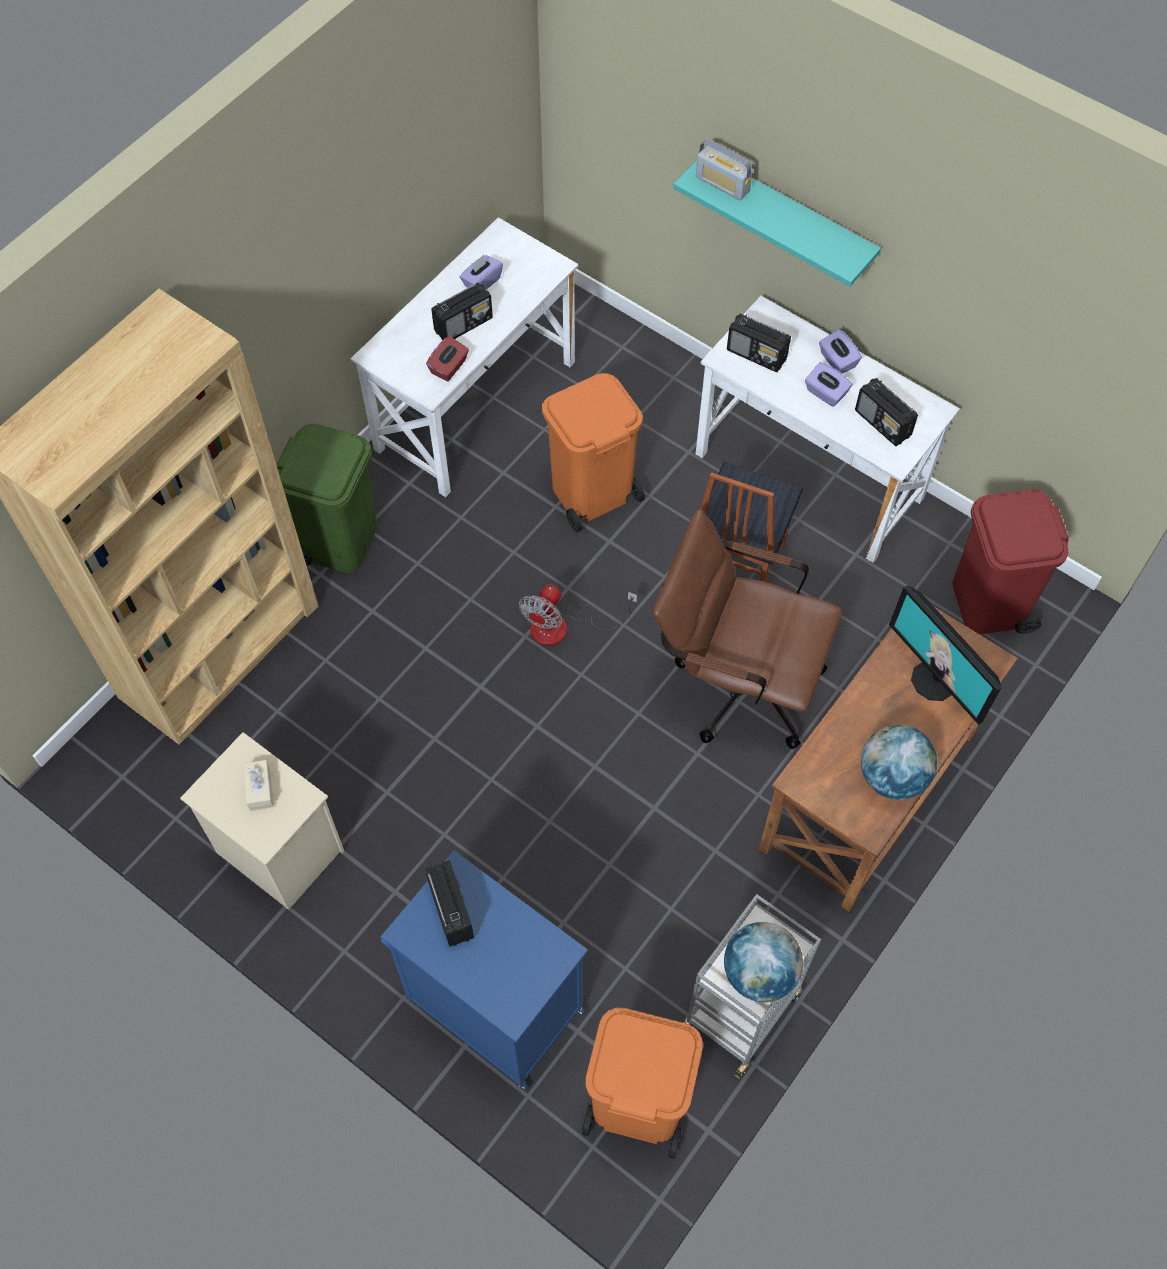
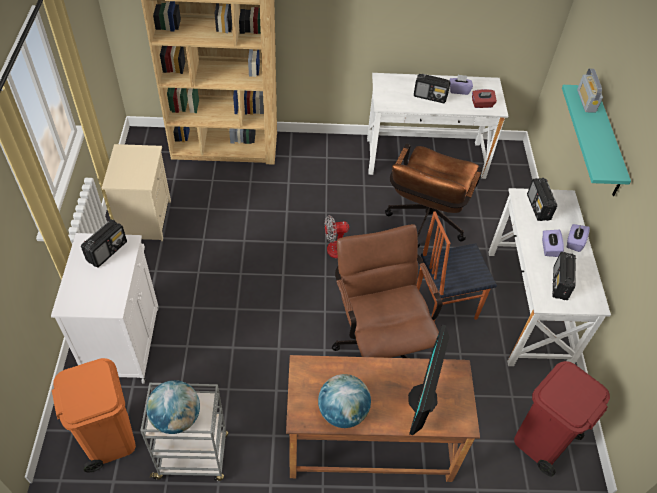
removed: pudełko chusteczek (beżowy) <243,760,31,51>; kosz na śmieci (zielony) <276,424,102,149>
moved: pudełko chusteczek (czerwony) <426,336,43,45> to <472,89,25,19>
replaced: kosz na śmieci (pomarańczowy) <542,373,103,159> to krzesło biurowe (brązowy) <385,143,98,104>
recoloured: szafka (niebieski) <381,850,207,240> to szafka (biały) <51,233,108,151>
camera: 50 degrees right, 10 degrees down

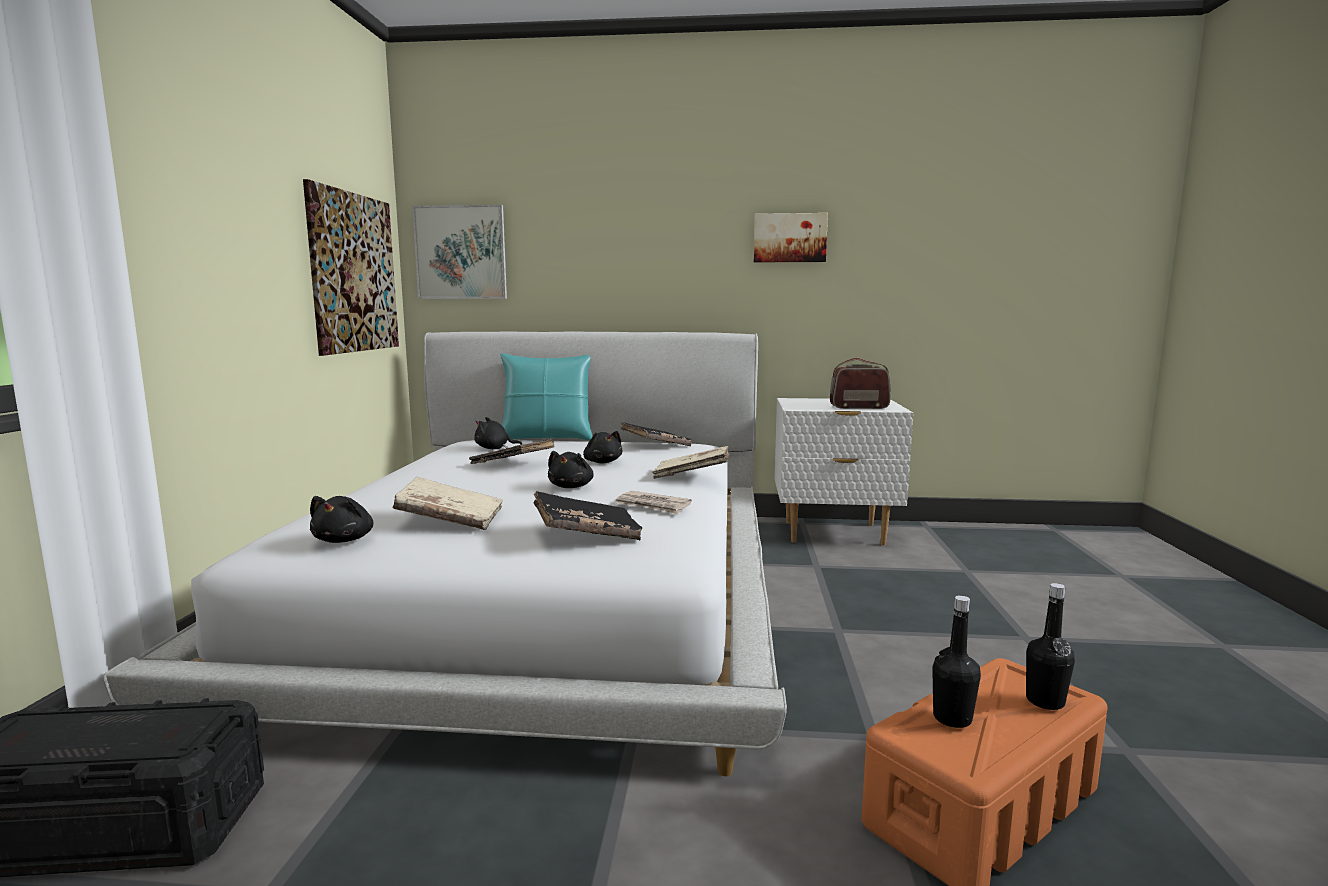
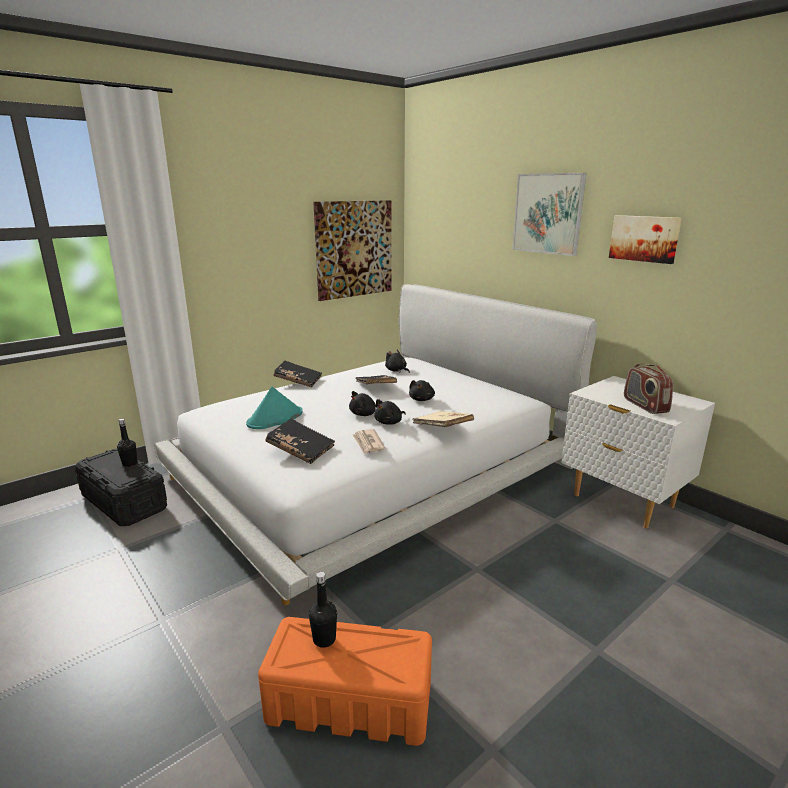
removed: poduszka (turkusowy) <500,353,92,88>
moved: butelka (czarny) <1026,583,49,127> to <117,419,20,48>; książka (czarny) <621,422,70,25> to <273,361,49,27>; pluszak (czarny) <310,496,63,47> to <374,399,32,26>; obraz <412,205,95,94> to <512,173,74,83>
replaced: książka (beżowy) <393,477,110,53> to kapelusz (turkusowy) <246,387,57,42>
turned: radio <830,357,60,52> = <624,364,49,50> 150 degrees counterclockwise
camera: 45 degrees right, 10 degrees up

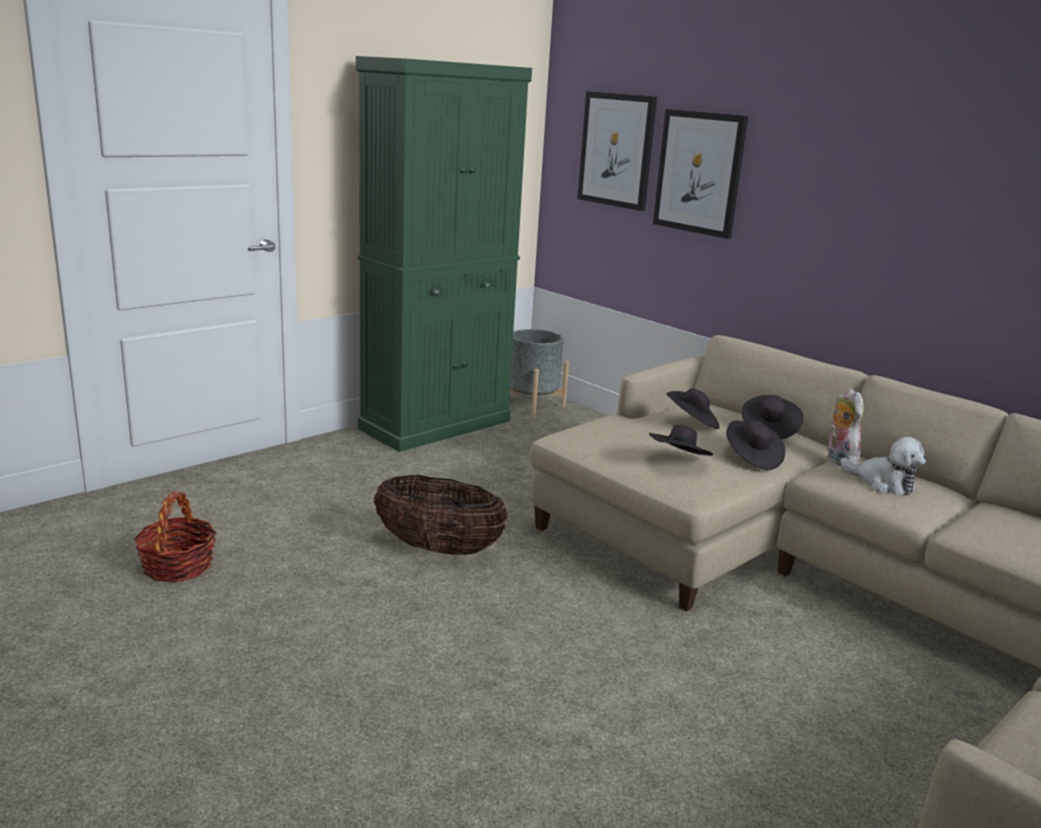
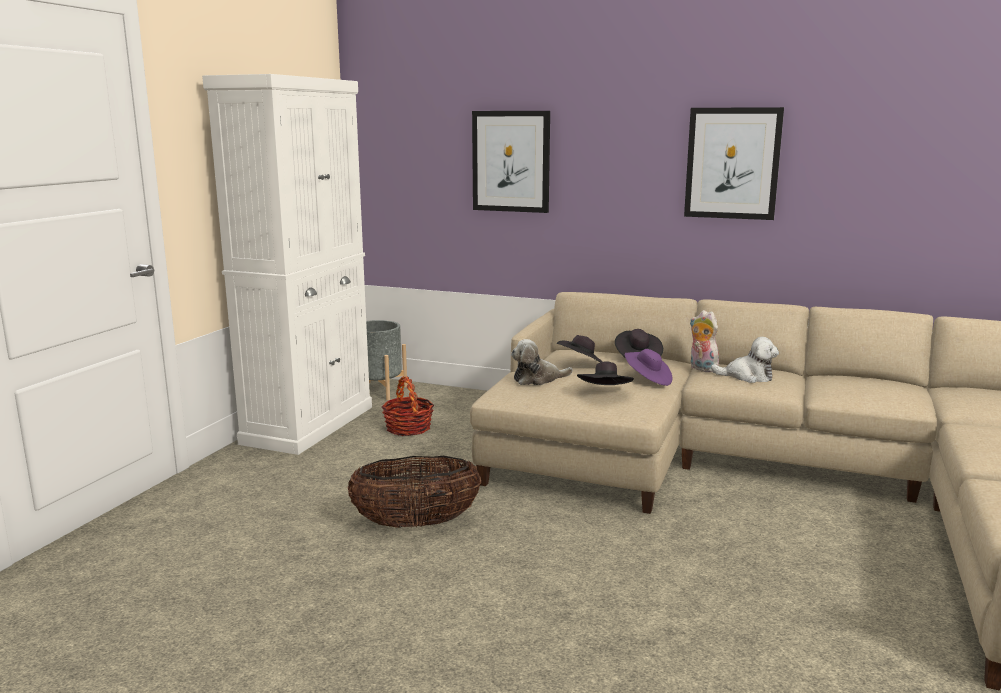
added: pluszak <511,339,62,46>
moved: koszyk <134,492,83,90> to <382,376,52,60>; obraz <577,91,80,120> to <684,107,100,113>
recoloured: szafka (zielony) <356,56,176,396> to szafka (biały) <202,74,170,381>; kapelusz (czarny) <726,420,59,50> to kapelusz (fioletowy) <624,349,48,37>
camera: 25 degrees left, 5 degrees down

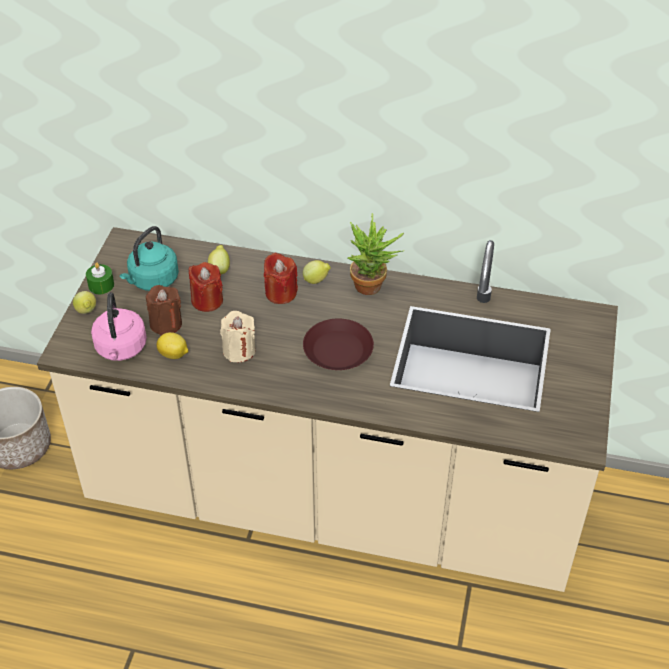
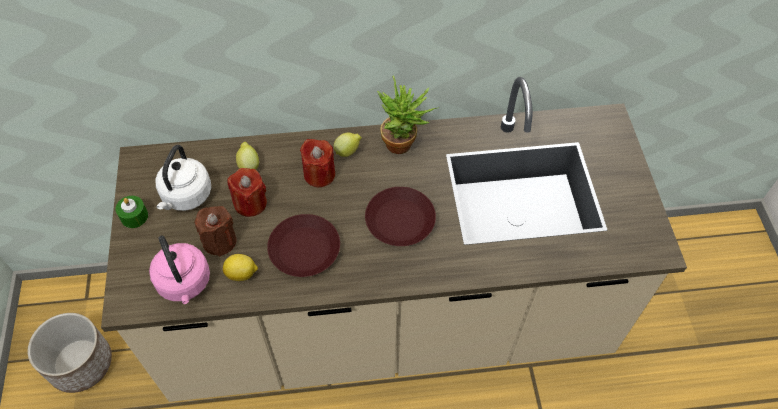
removed: cytryna <73,291,23,23>
replaced: świeca (beżowy) <220,311,36,51> to talerz (brązowy) <267,214,73,63>
recoloured: czajnik (turkusowy) <120,226,59,65> to czajnik (biały) <155,145,56,66>
camera: 20 degrees left, 10 degrees up

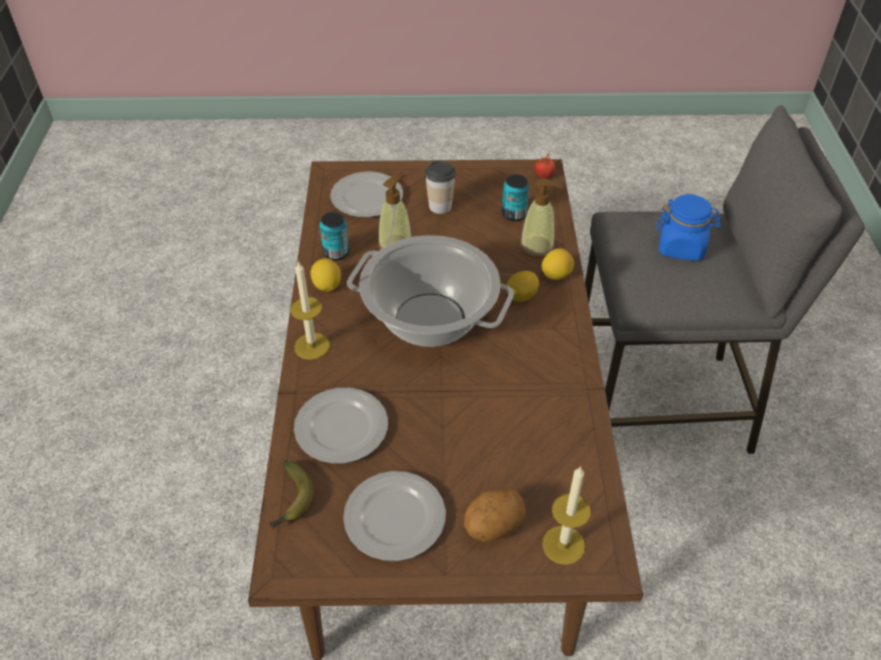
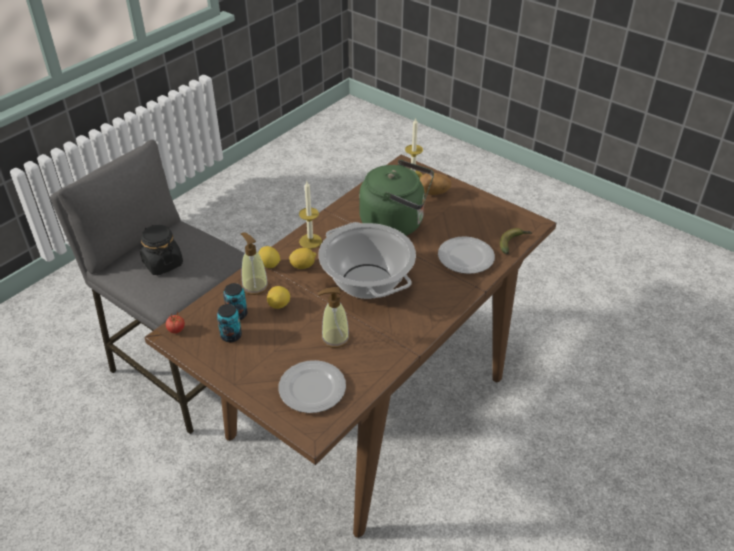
removed: talerz <343,471,103,90>; filiżanka <425,161,31,53>
added: czajnik (zielony) <359,160,75,76>
moved: puszka <319,212,30,49> to <217,304,25,38>; cytryna <310,258,31,34> to <267,286,23,23>; świeca <290,261,40,99> to <299,181,23,68>
recoloured: słoik (niebieski) <656,194,65,67> to słoik (czarny) <140,225,43,50>
camera: 140 degrees left, 5 degrees down

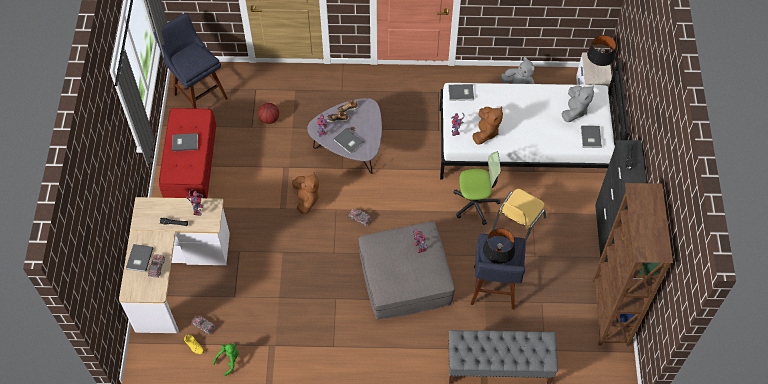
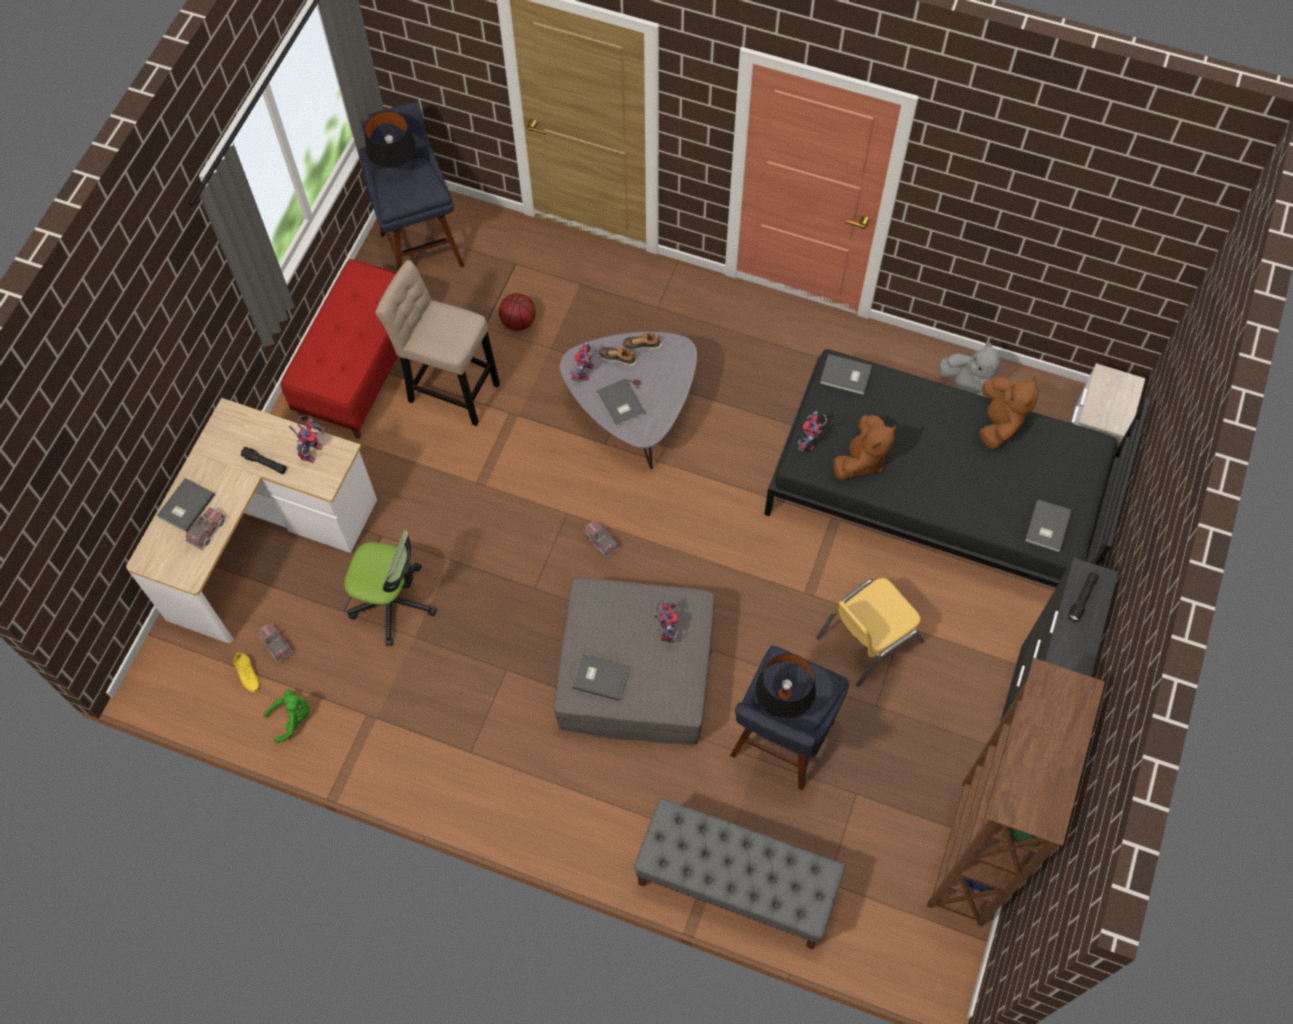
removed: pluszak (szary) <562,85,32,37>
added: stołek (beżowy) <375,260,125,166>
moved: krzesło biurowe <453,151,48,74> to <344,530,93,116>; lampa stołowa (czarny) <587,35,29,31> to <365,111,51,58>; książka (szary) <172,133,26,18> to <572,654,57,47>; pluszak (brązowy) <292,172,27,43> to <979,377,60,72>
recoloured: łóżko (biały) <440,58,189,121> to łóżko (czarny) <764,349,387,239>
camera: 20 degrees right, 5 degrees up

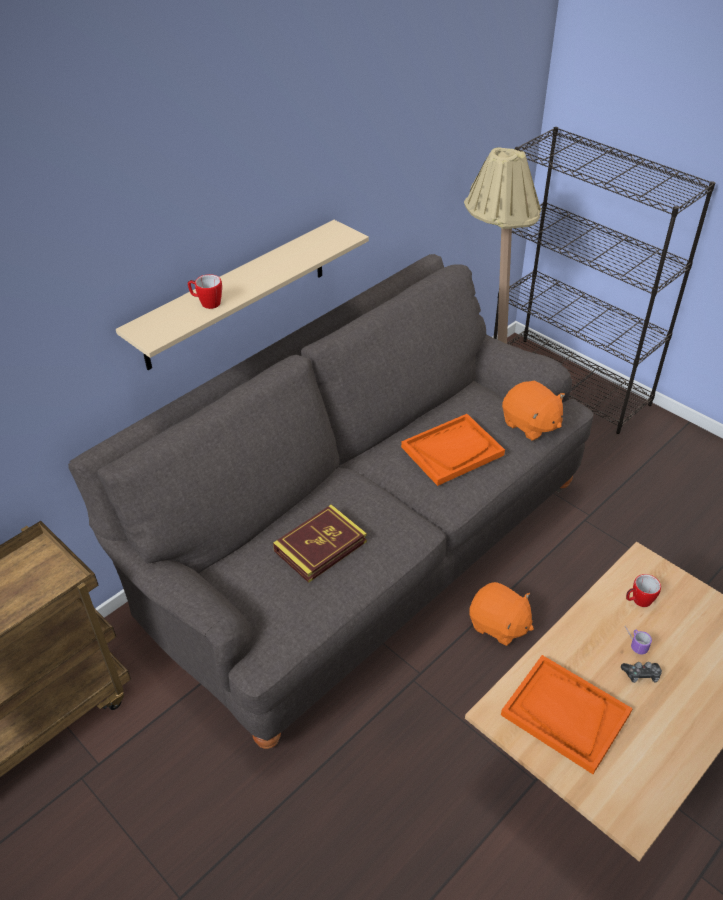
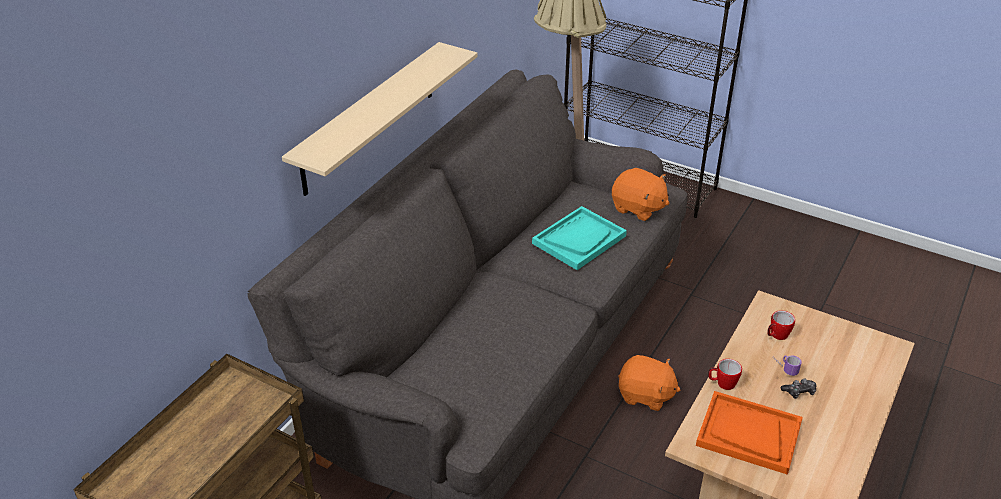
removed: książka <273,505,94,78>
moved: kubek <188,274,34,35> to <708,359,34,31>
recoloured: taca (pomarańczowy) <401,414,104,72> to taca (turkusowy) <532,206,95,64>
camera: 15 degrees left, 5 degrees down

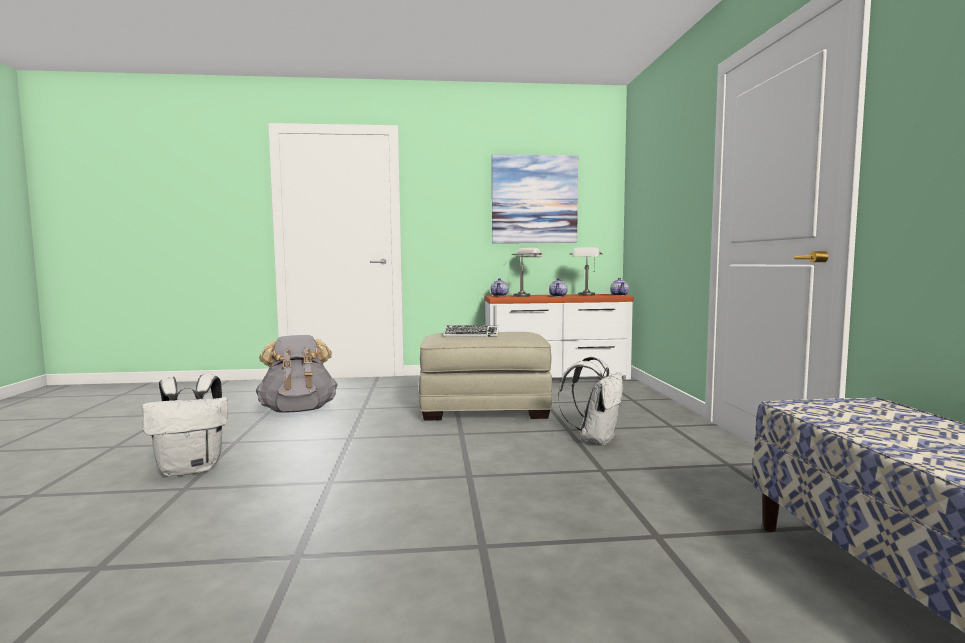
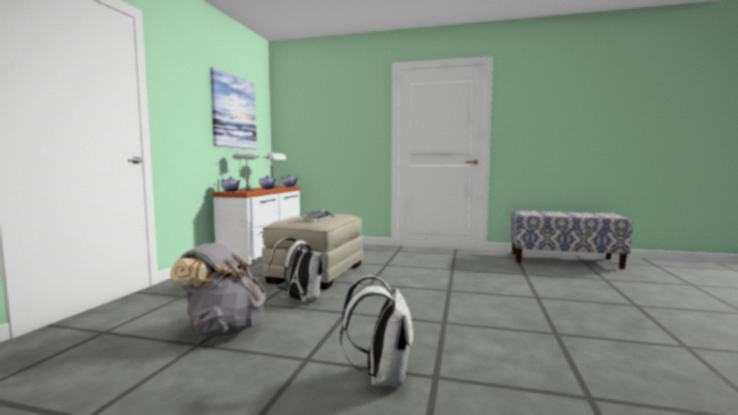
moved: plecak (biały) <558,357,65,88> to <269,238,56,64>
camera: 70 degrees left, 0 degrees up

